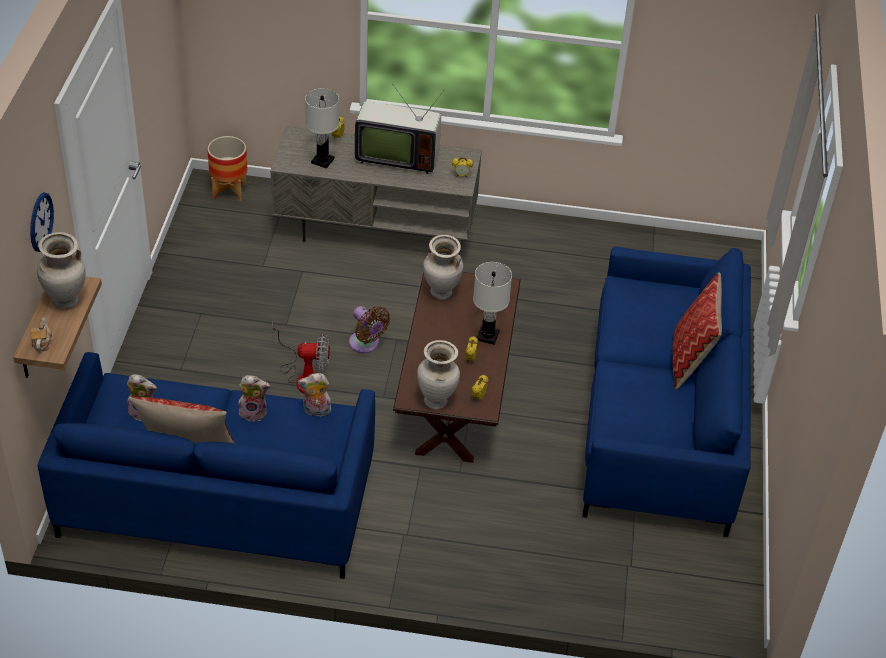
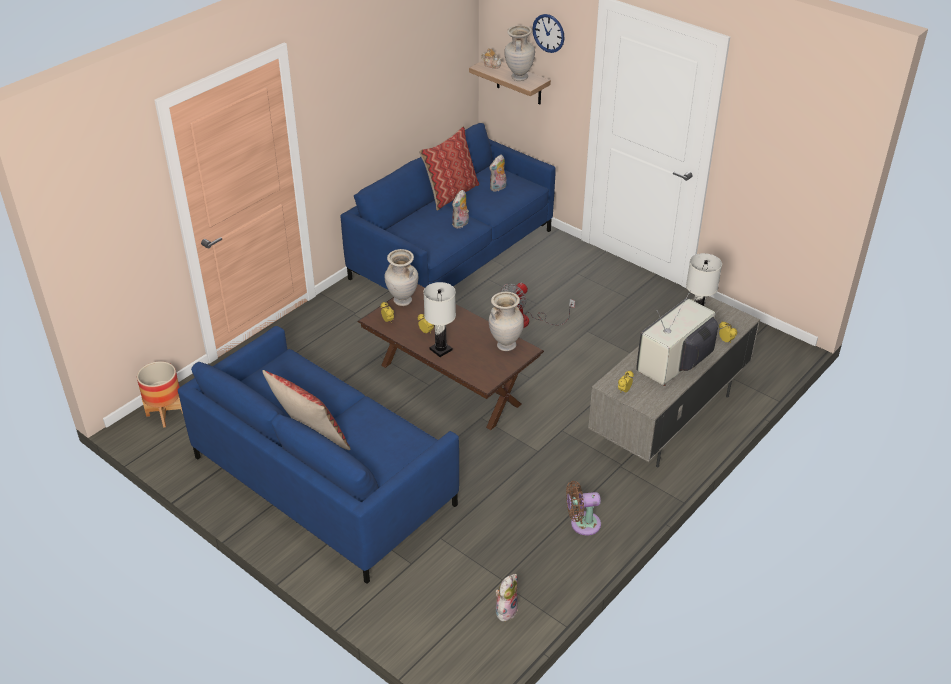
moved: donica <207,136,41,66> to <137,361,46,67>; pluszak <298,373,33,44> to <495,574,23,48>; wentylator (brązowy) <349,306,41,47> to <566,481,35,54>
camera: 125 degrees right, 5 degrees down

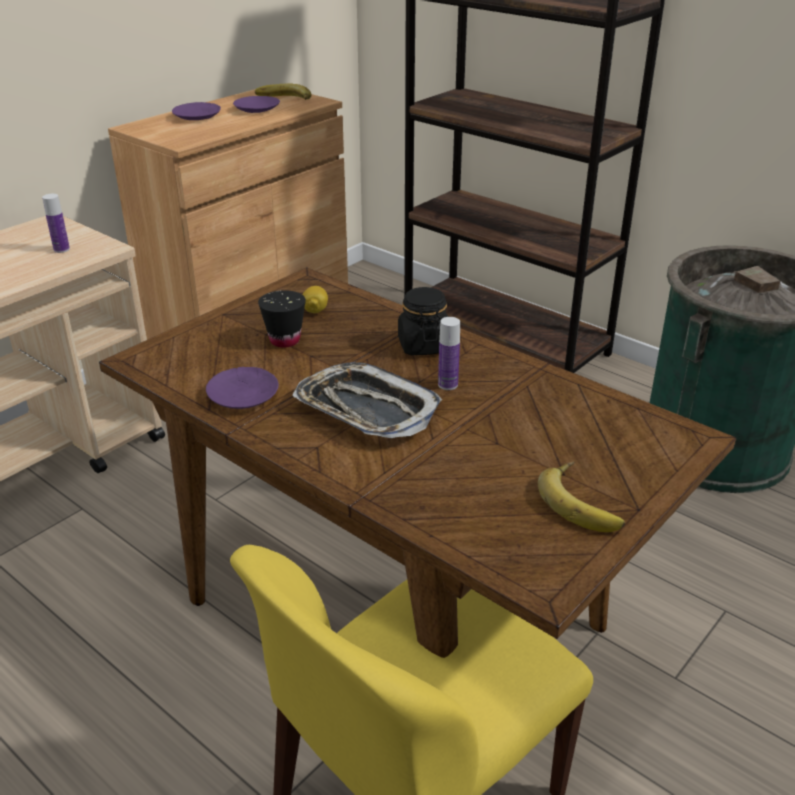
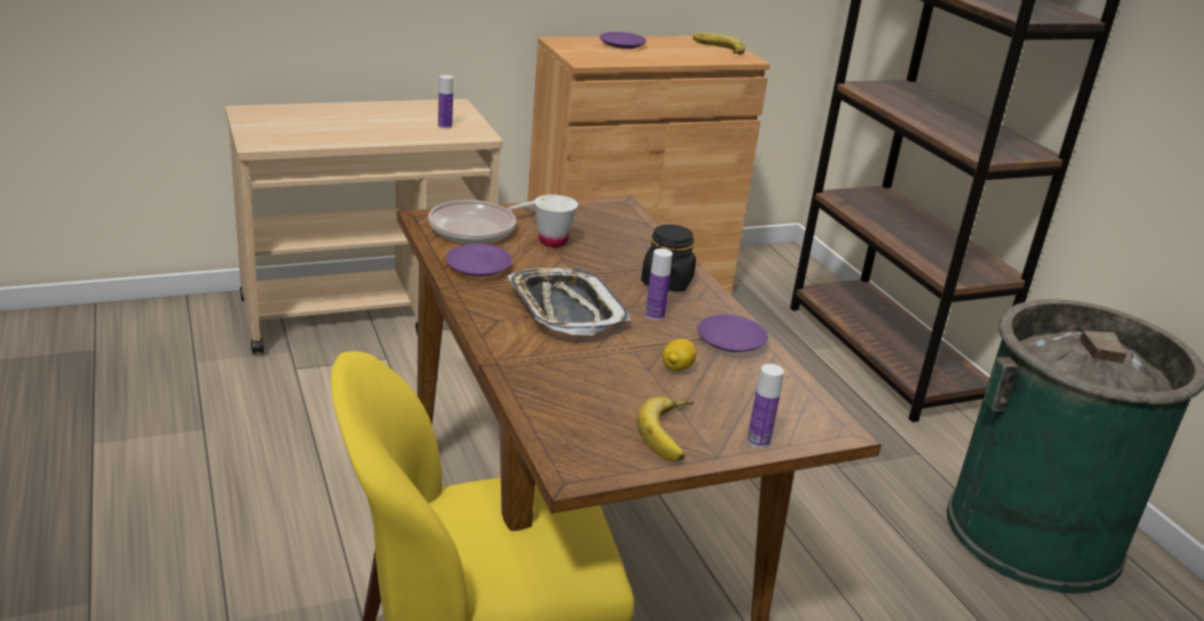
added: patelnia <428,200,107,44>; butelka <747,364,37,84>
moved: cytryna <303,286,25,27> to <662,339,34,32>; talerz (fioletowy) <233,96,47,17> to <697,314,71,38>
recoloured: filiżanka (czarny) <258,290,48,58> to filiżanka (biały) <534,195,44,52>
camera: 25 degrees right, 5 degrees down

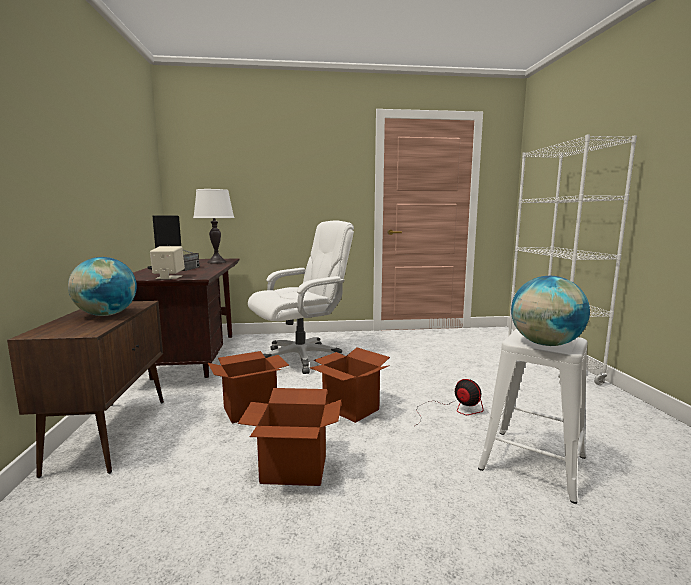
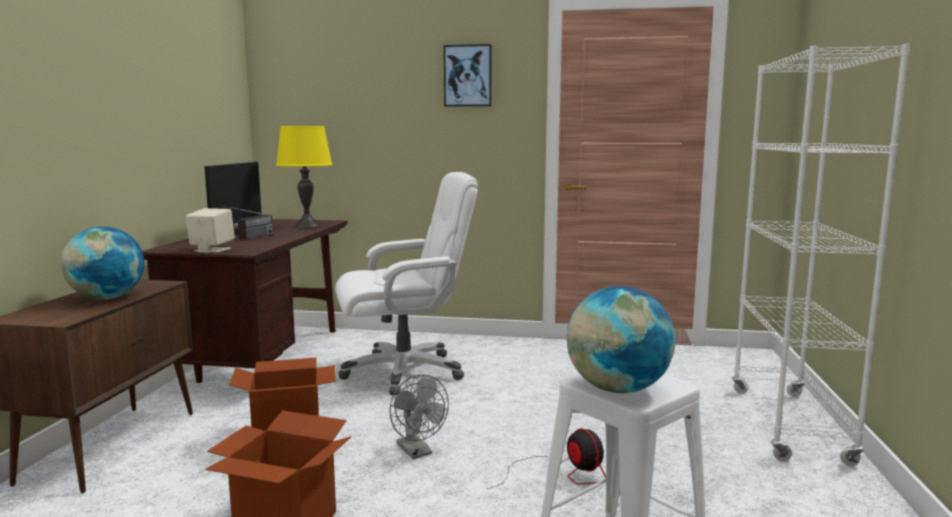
added: obraz <444,44,48,63>
replaced: karton <310,348,80,75> to wentylator (szary) <390,374,59,85>
recoloured: lampa stołowa (biały) <193,189,42,74> to lampa stołowa (żółty) <276,126,57,103>
camera: 15 degrees right, 0 degrees up

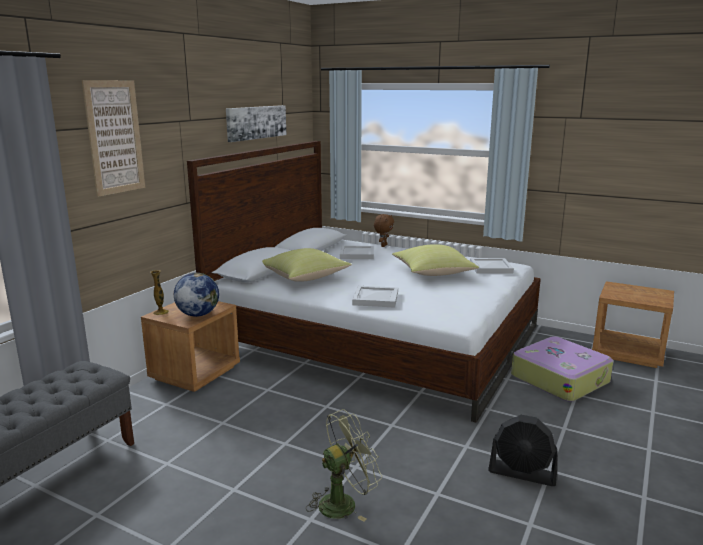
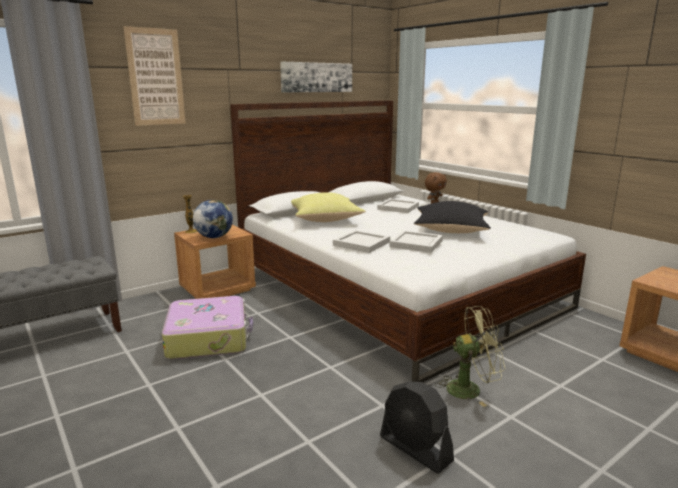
moved: walizka <511,336,102,66> to <162,296,91,64>; taca (biały) <470,258,44,16> to <389,230,54,23>; wentylator (zielony) <306,409,76,113> to <435,306,71,101>
recoloured: poduszka (żółty) <392,244,87,32> to poduszka (czarny) <414,201,77,32>
camera: 25 degrees right, 0 degrees up

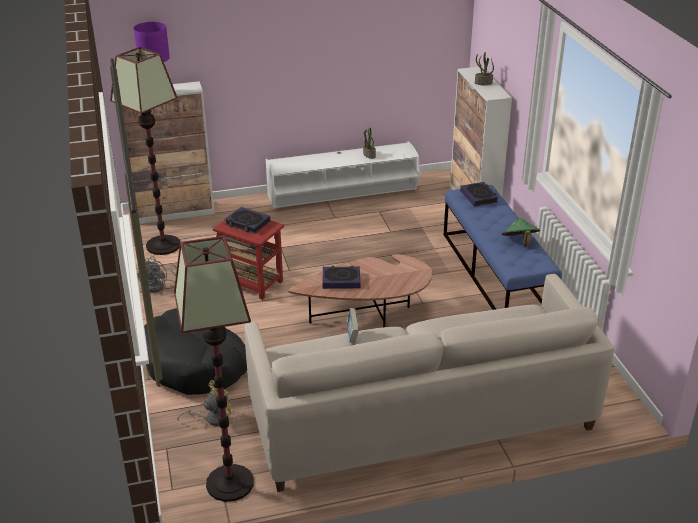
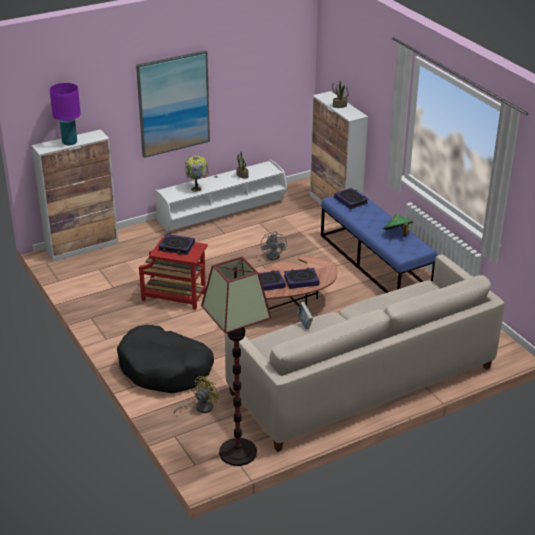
removed: lampa stojąca <110,47,70,208>
added: obraz <136,51,74,107>; lampa stołowa <185,156,23,36>; książka <284,268,35,21>
moved: wentylator (szary) <136,256,41,36> to <261,231,26,29>
camera: 15 degrees left, 0 degrees up

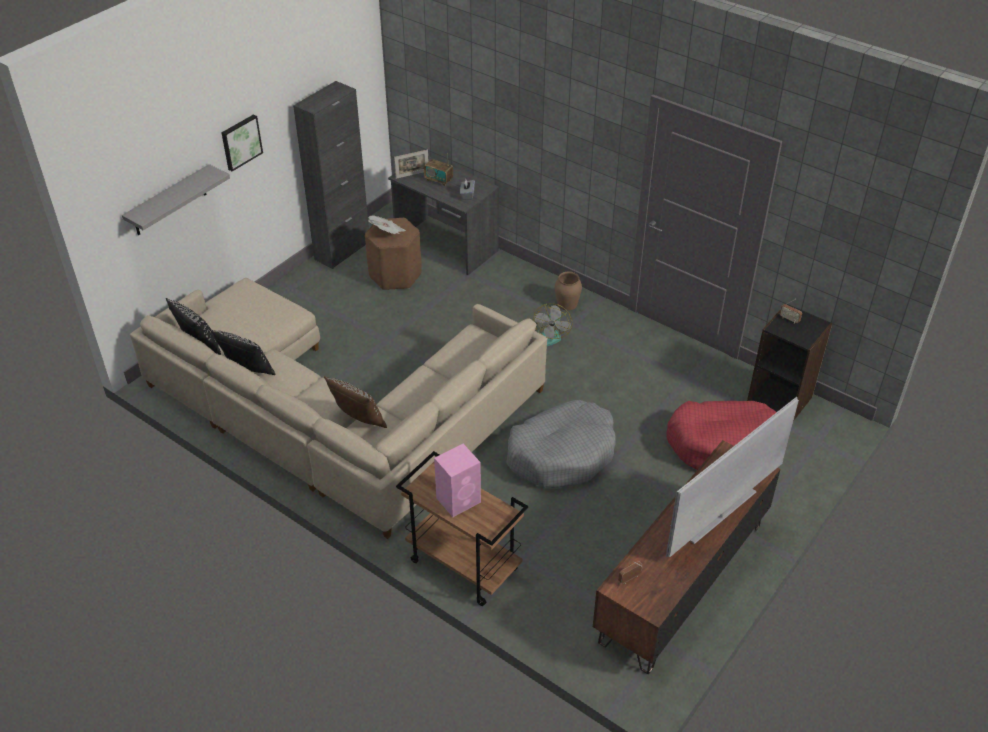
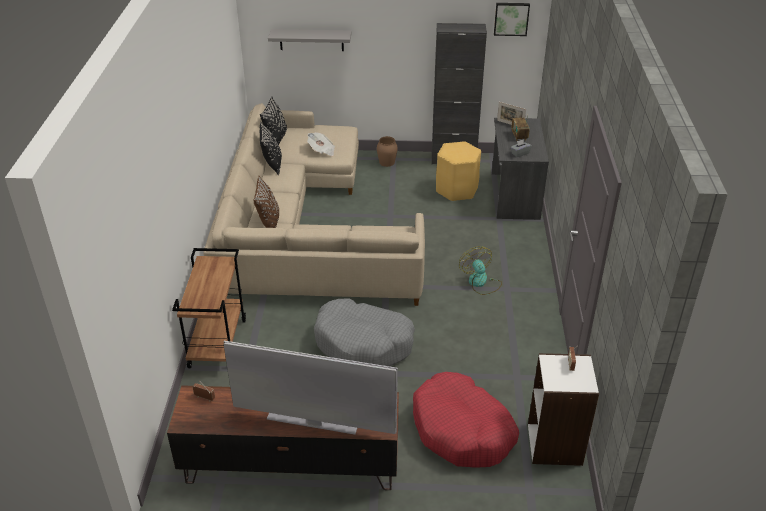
removed: głośnik (różowy) <434,444,47,73>
moved: gazeta <368,215,38,19> to <307,132,28,24>; wazon (brązowy) <555,271,27,40> to <377,136,21,31>; obraz <221,114,42,57> to <494,3,36,33>
recoloured: stołek (brązowy) <365,218,57,72> to stołek (żółty) <436,141,45,60>; regał (czarny) <747,304,85,116> to regał (biały) <528,353,71,113>
turned: wentylator <533,304,39,42> = <459,246,43,49> 90 degrees clockwise
camera: 55 degrees right, 5 degrees down

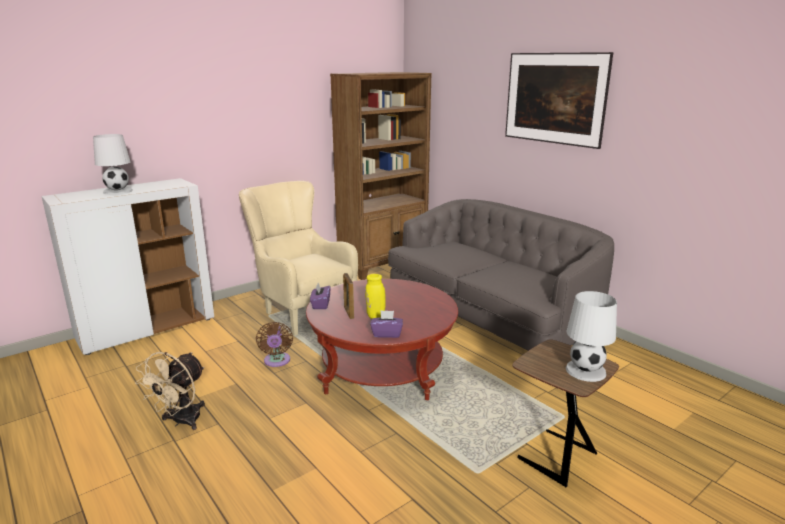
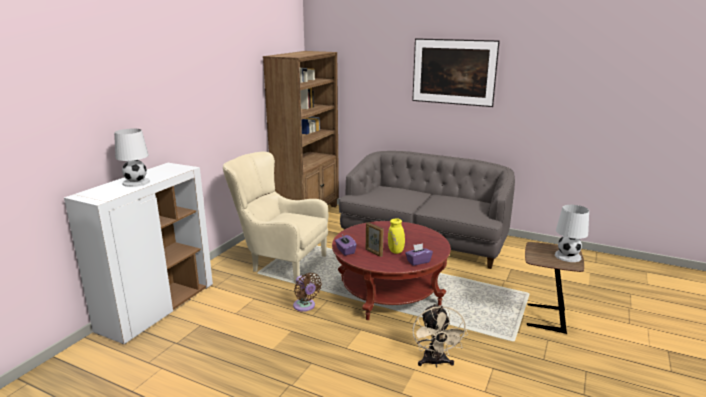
moved: wentylator (beżowy) <135,352,70,78> to <412,304,56,63>
camera: 25 degrees left, 0 degrees up

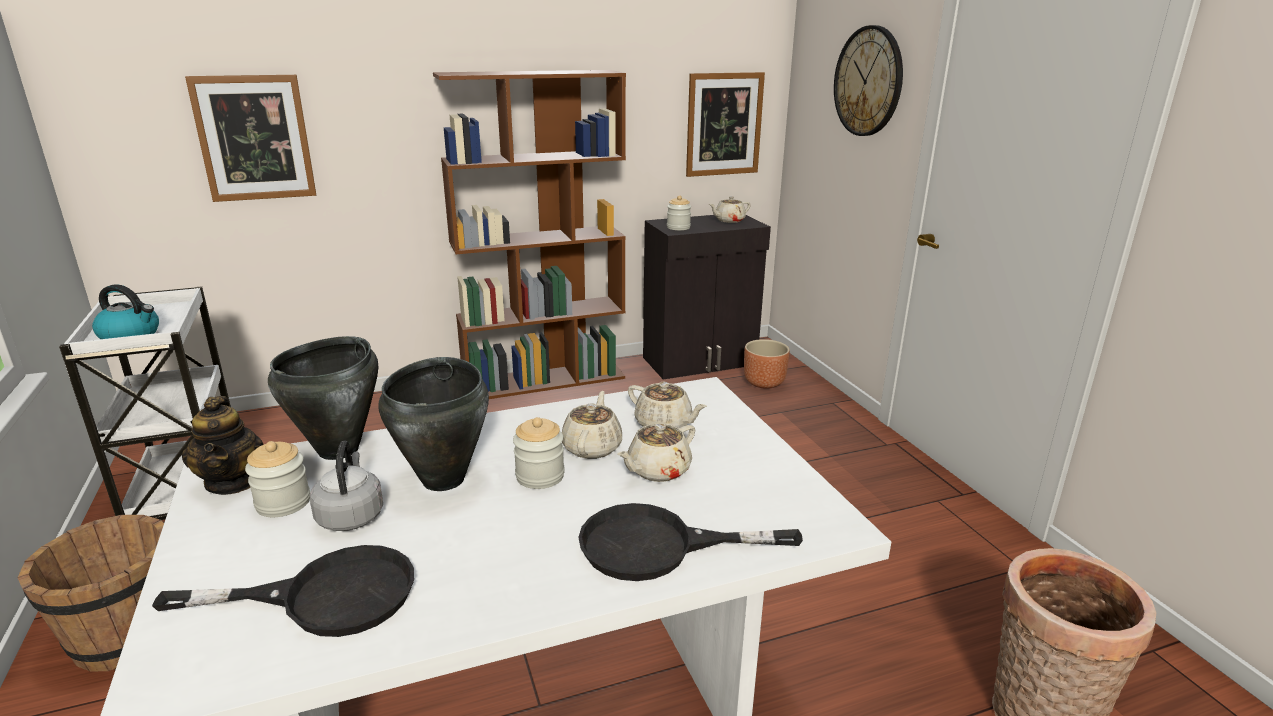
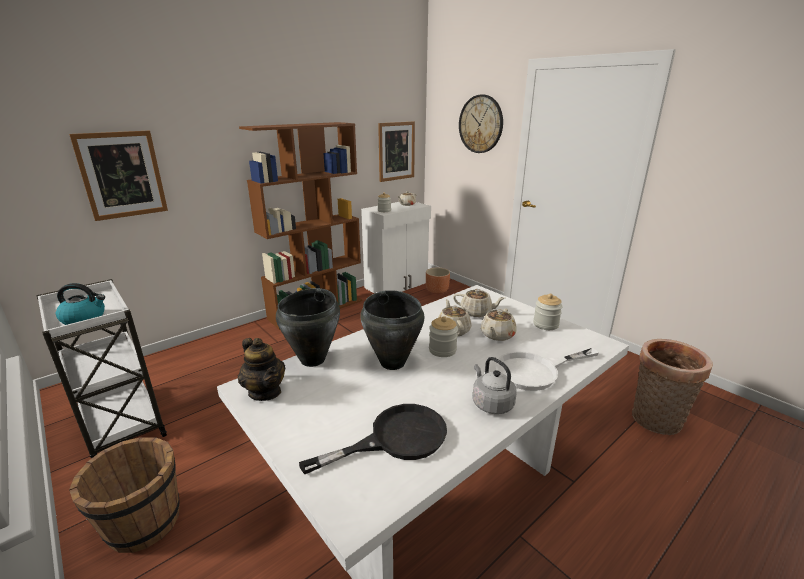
moved: czajnik (szary) <310,441,73,90> to <472,357,44,57>; słoik <245,441,65,76> to <533,294,30,36>
recoloured: szafka (czarny) <643,215,128,165> to szafka (biały) <361,202,70,91>; patelnia (czarny) <578,503,225,78> to patelnia (biały) <495,348,104,43>
camera: 20 degrees left, 0 degrees up

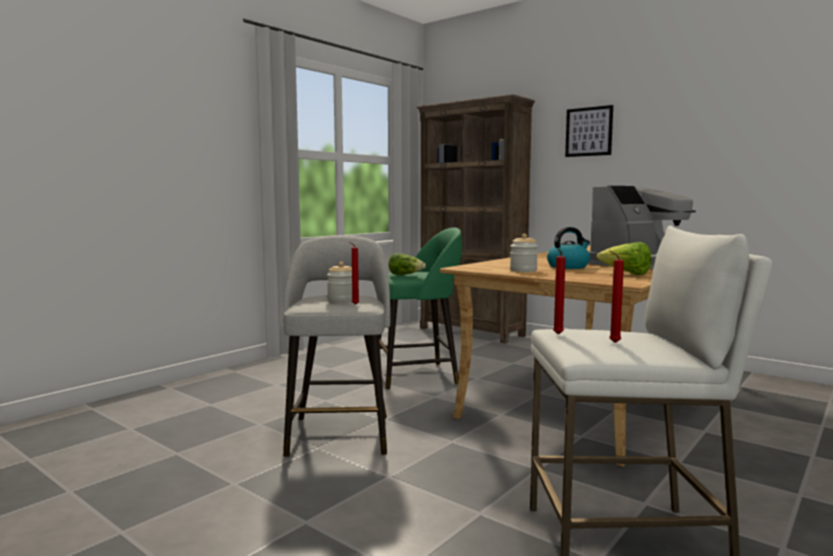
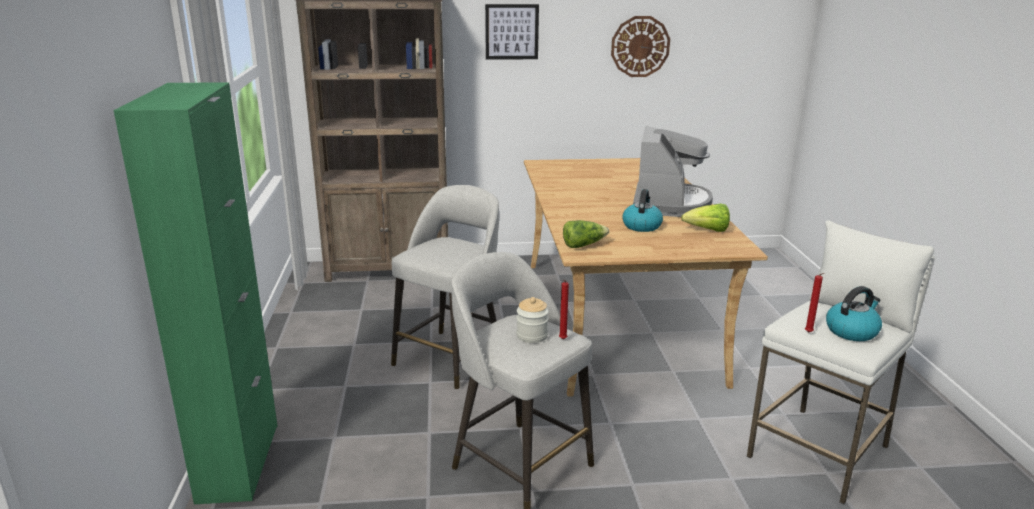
removed: słoik <510,234,28,38>
added: szafka (zielony) <114,82,164,422>; zegar ścienny <611,16,59,61>
moved: sałata <389,253,37,22> to <563,220,46,28>
replaced: świeca (czerwony) <609,251,15,92> to czajnik <826,286,56,55>
recoloured: stołek (zielony) <379,228,83,162> to stołek (szary) <391,185,108,204>
camera: 45 degrees left, 15 degrees up

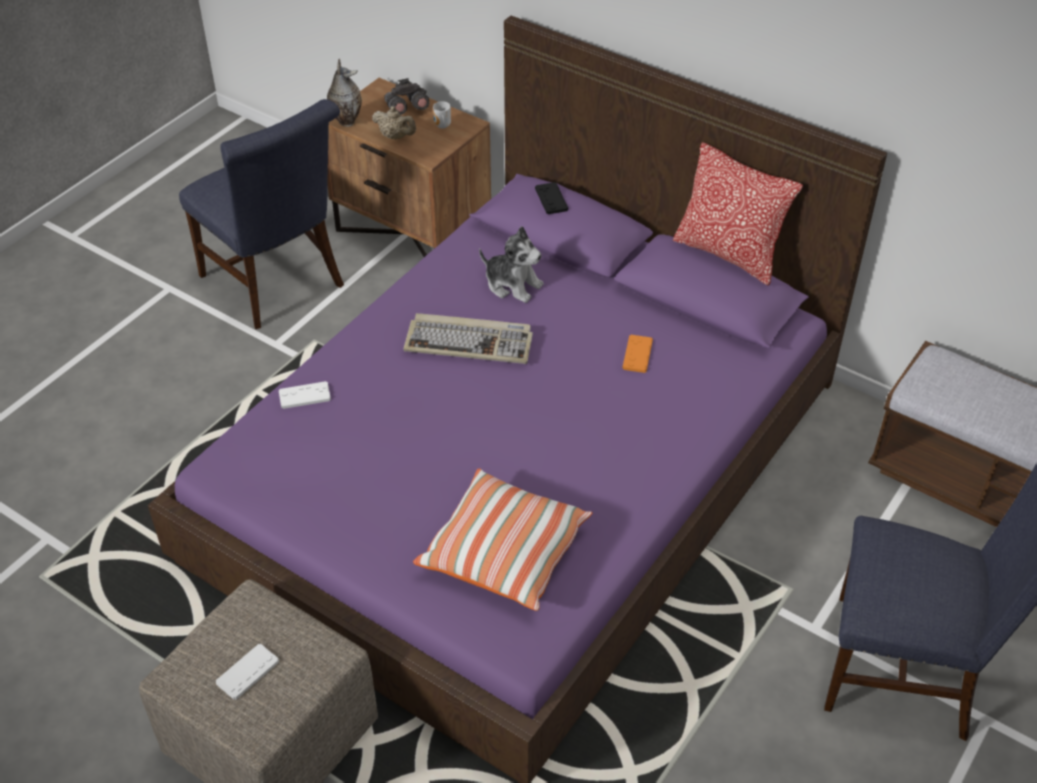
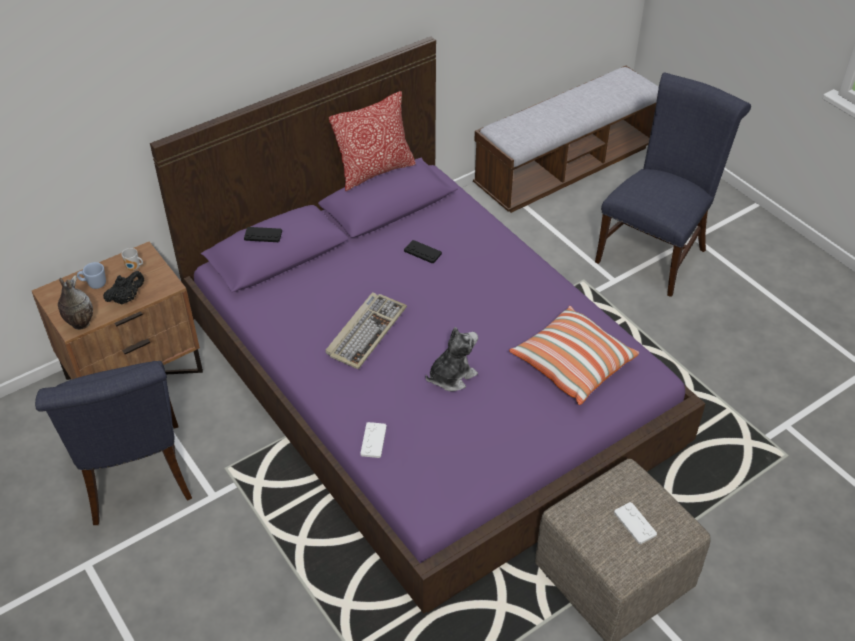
moved: pluszak <479,226,65,77> to <425,327,53,64>
replaced: lornetka (szary) <384,78,45,37> to kubek (niebieski) <77,262,29,27>
recoloured: imbryk (beżowy) <372,106,44,34> to imbryk (czarny) <103,271,41,34>; pad do gier (pomarańczowy) <622,335,31,38> to pad do gier (czarny) <404,240,38,23>
turned: krzesło (niebieski) <179,99,165,230> = <35,361,157,164> 90 degrees clockwise
camera: 70 degrees left, 0 degrees up

